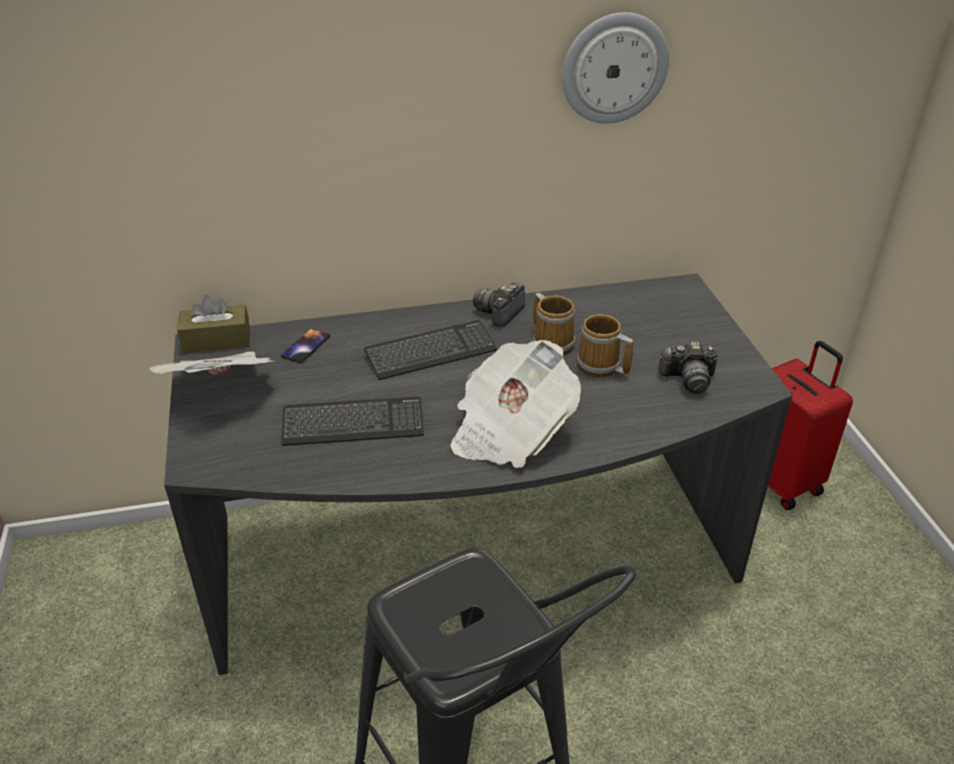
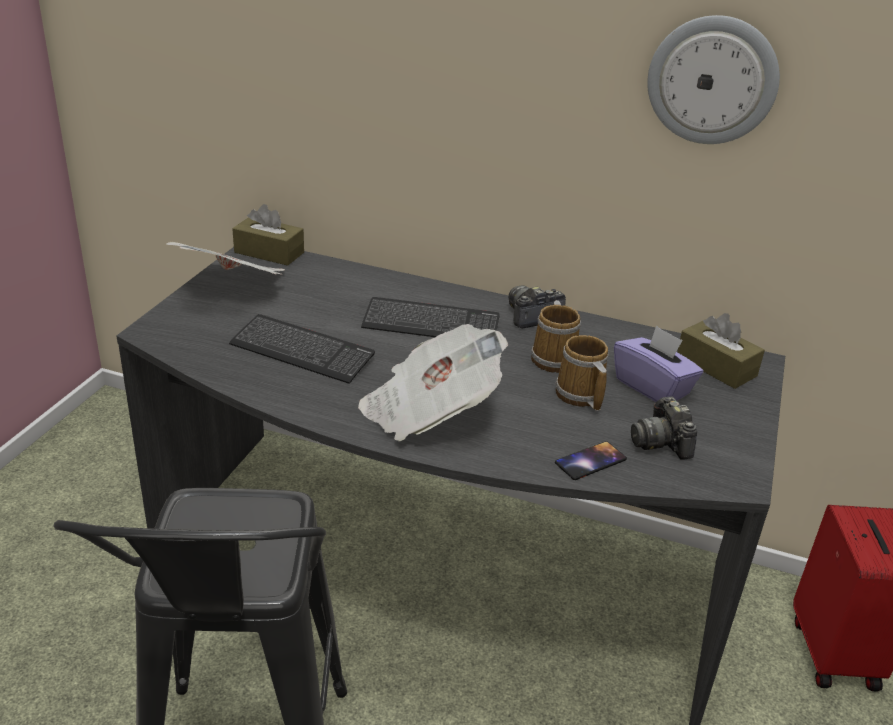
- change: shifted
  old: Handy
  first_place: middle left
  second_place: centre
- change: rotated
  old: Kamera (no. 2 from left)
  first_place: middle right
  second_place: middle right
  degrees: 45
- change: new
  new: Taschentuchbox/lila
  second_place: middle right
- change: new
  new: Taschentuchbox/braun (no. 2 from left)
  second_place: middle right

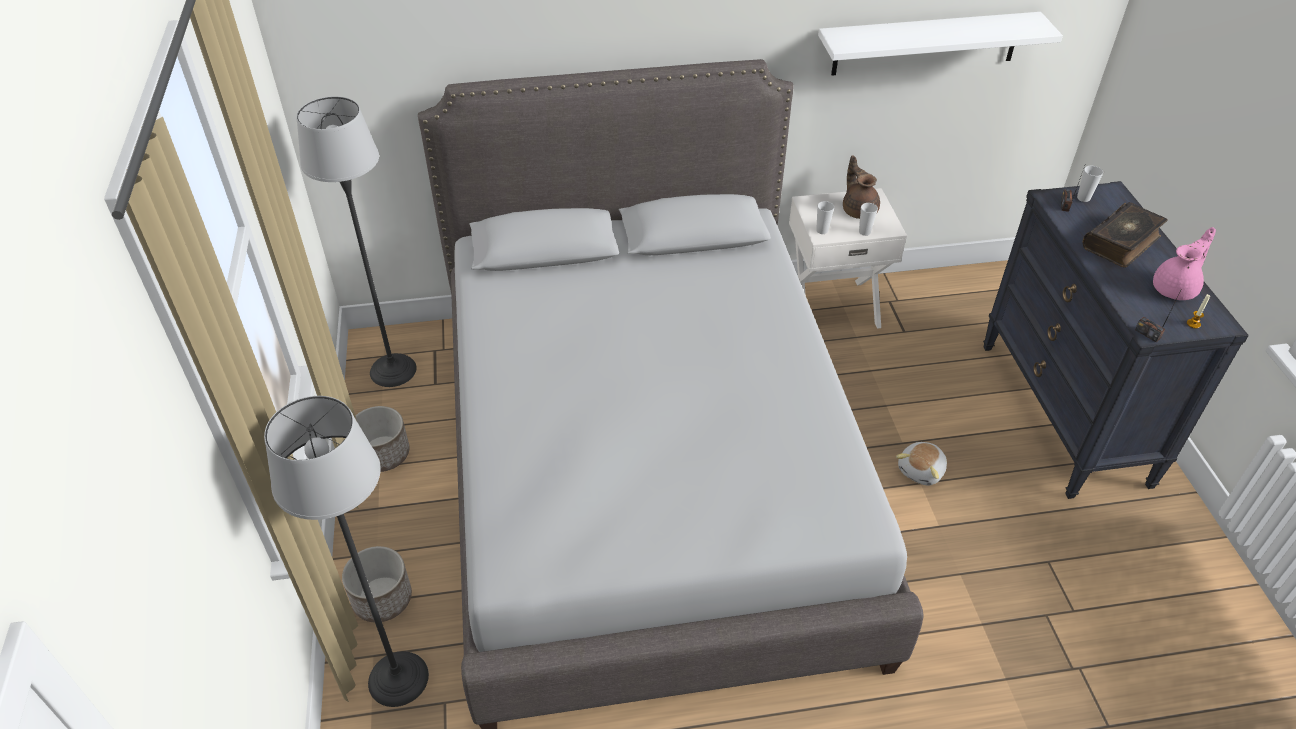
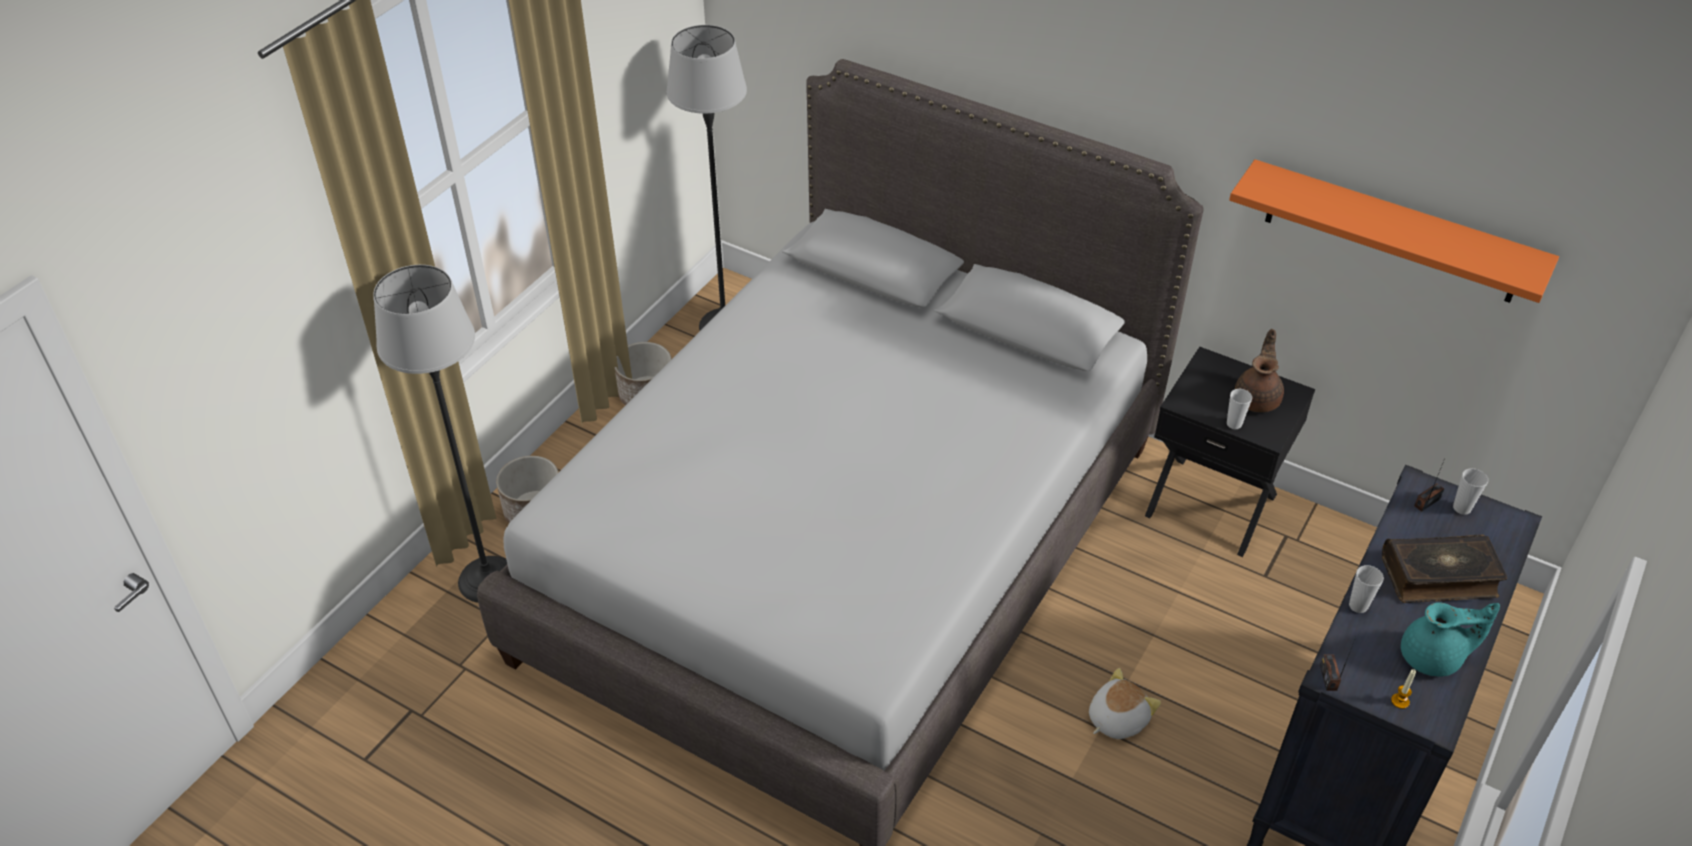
- change: repainted
  old: Nachttisch/weiß
  new: Nachttisch/schwarz
  first_place: centre
  second_place: middle right
- change: shifted
  old: Tasse (no. 1 from left in the first image)
  new: Tasse (no. 2 from left)
  first_place: top centre
  second_place: bottom right
- change: repainted
  old: Wandregal/weiß
  new: Wandregal/orange
  first_place: top right
  second_place: top right
- change: rotated
  old: Plüschtier
  first_place: middle right
  second_place: bottom centre
  degrees: 150
- change: repainted
  old: Teekanne/rosa
  new: Teekanne/türkis
  first_place: middle right
  second_place: bottom right

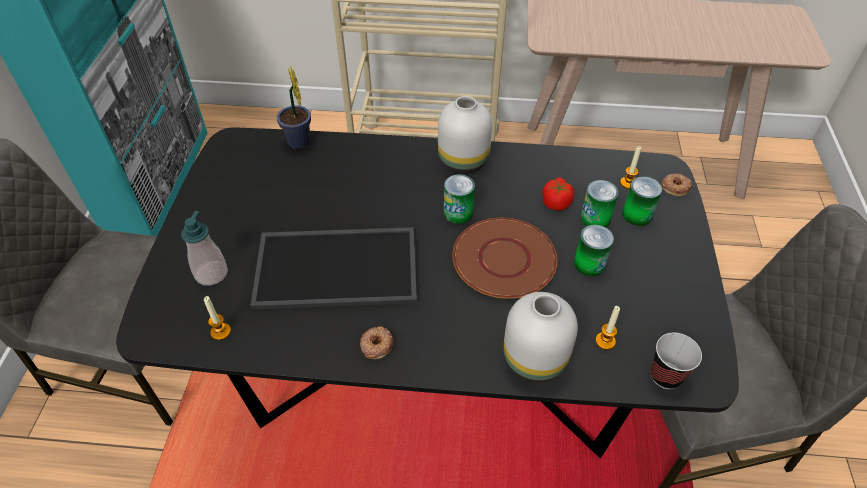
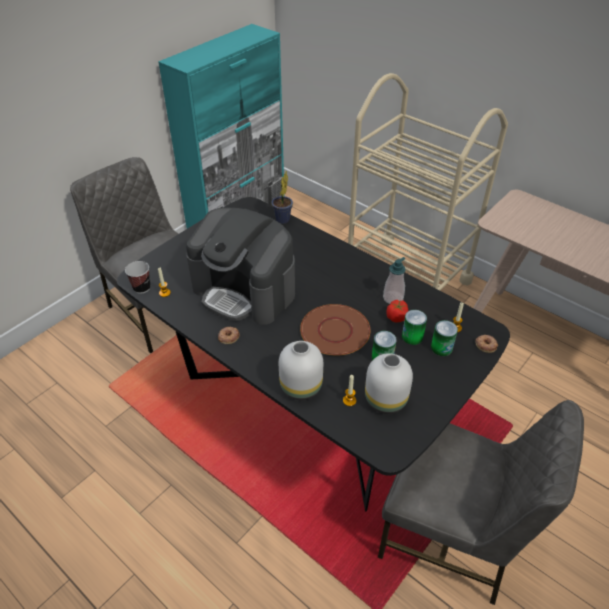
- change: shifted
  old: Seifenspender
  first_place: middle left
  second_place: centre
- change: swapped
  old: Tablett
  new: Kaffeemaschine
  first_place: centre
  second_place: centre
- change: shifted
  old: Vase/weiß (no. 1 from left in the first image)
  new: Vase/weiß (no. 2 from left)
  first_place: top centre
  second_place: centre
- change: gone
  old: Dose (no. 1 from left)
  first_place: centre
- change: shifted
  old: Tasse
  first_place: bottom right
  second_place: middle left

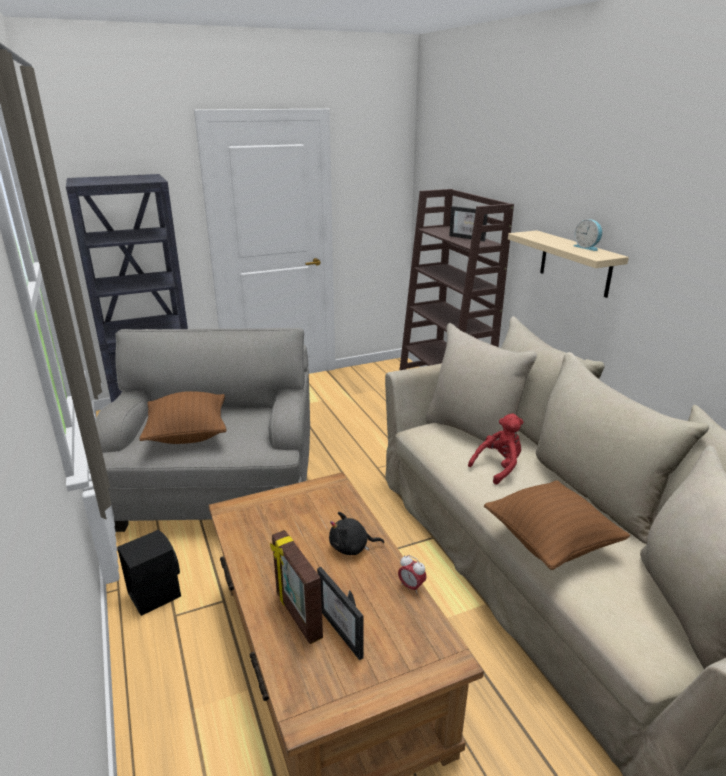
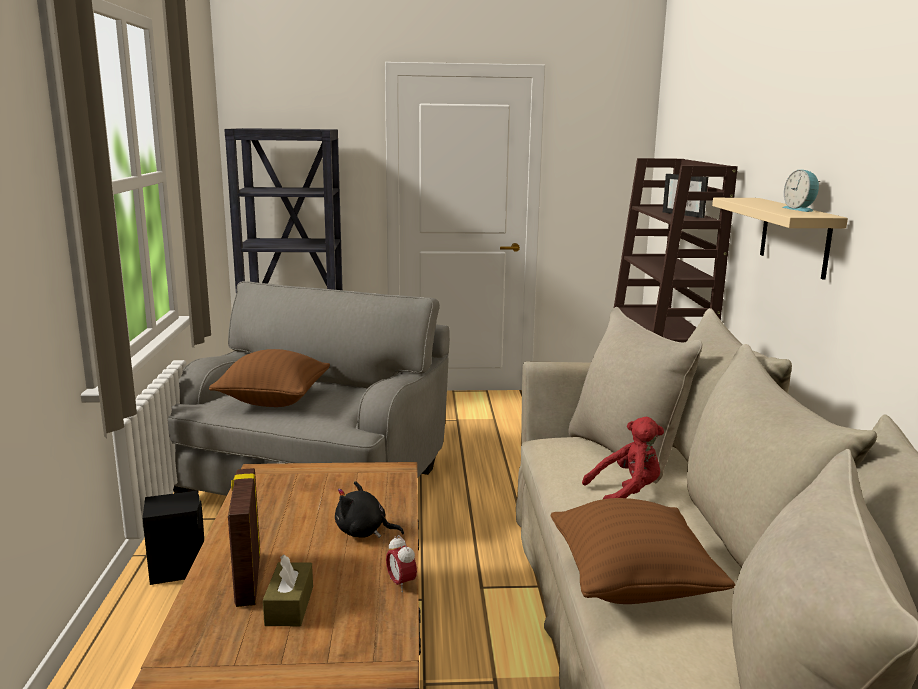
- change: swapped
  old: Bilderrahmen (no. 2 from left)
  new: Taschentuchbox/braun
  first_place: bottom centre
  second_place: bottom left

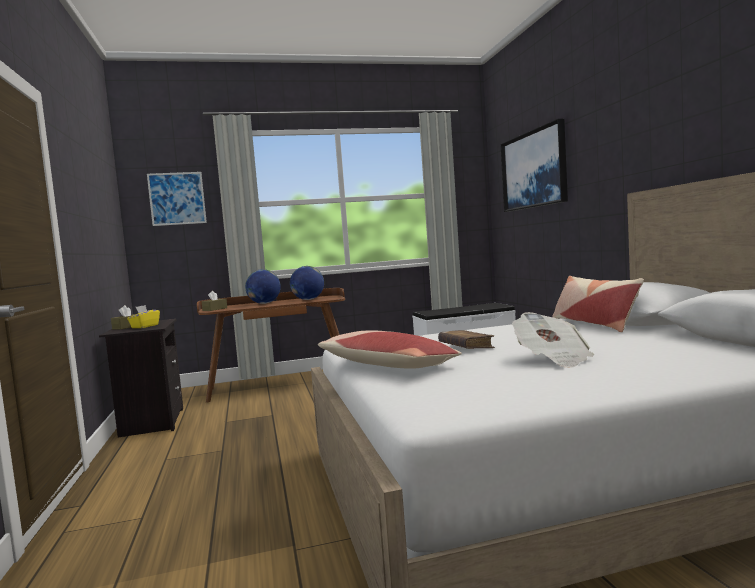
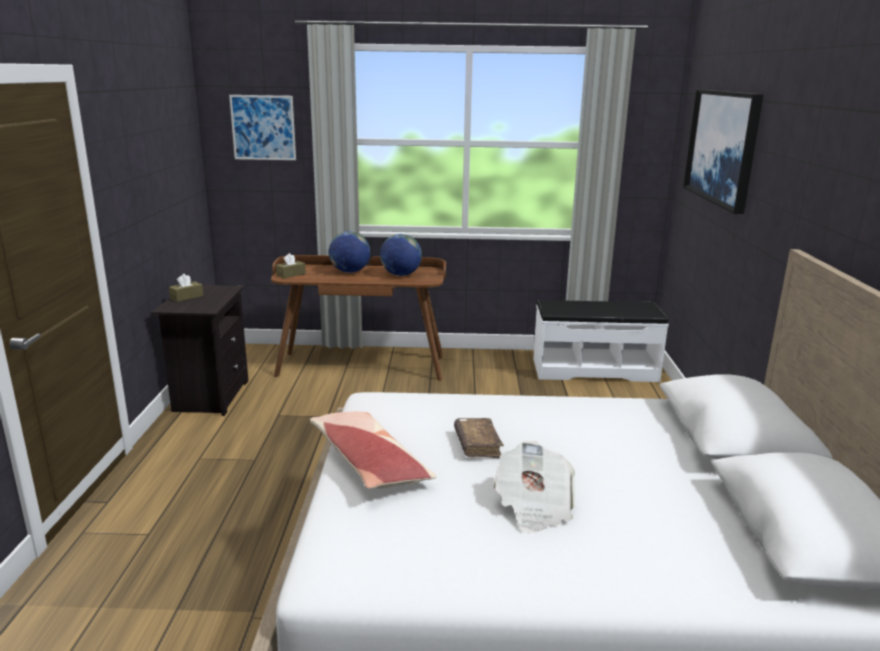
- change: gone
  old: Taschentuchbox/gelb
  first_place: middle left
- change: gone
  old: Kissen (no. 2 from left)
  first_place: middle right

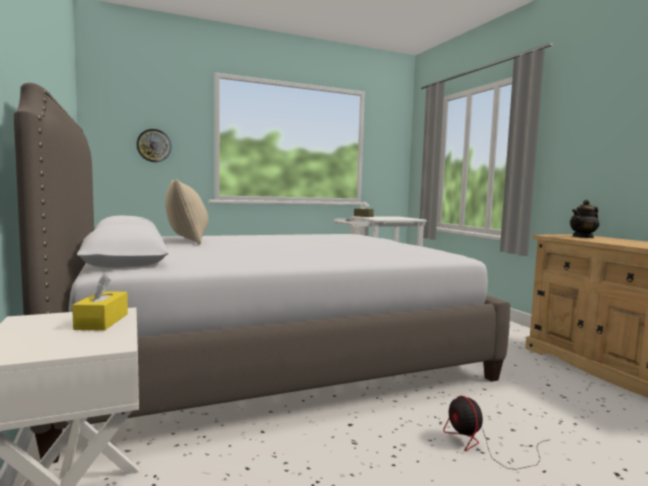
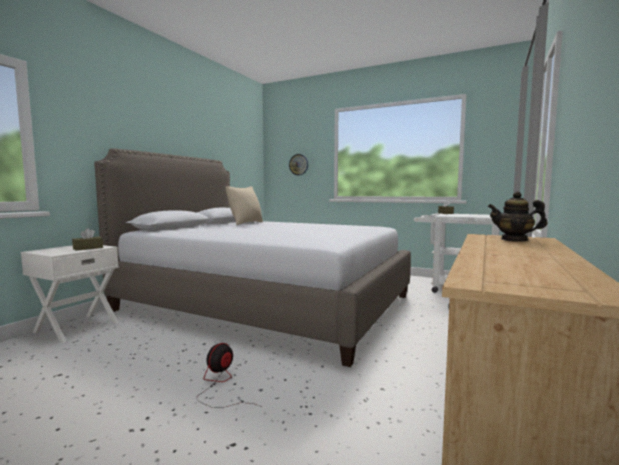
- change: repainted
  old: Taschentuchbox/gelb
  new: Taschentuchbox/braun (no. 1 from left)
  first_place: middle left
  second_place: middle left

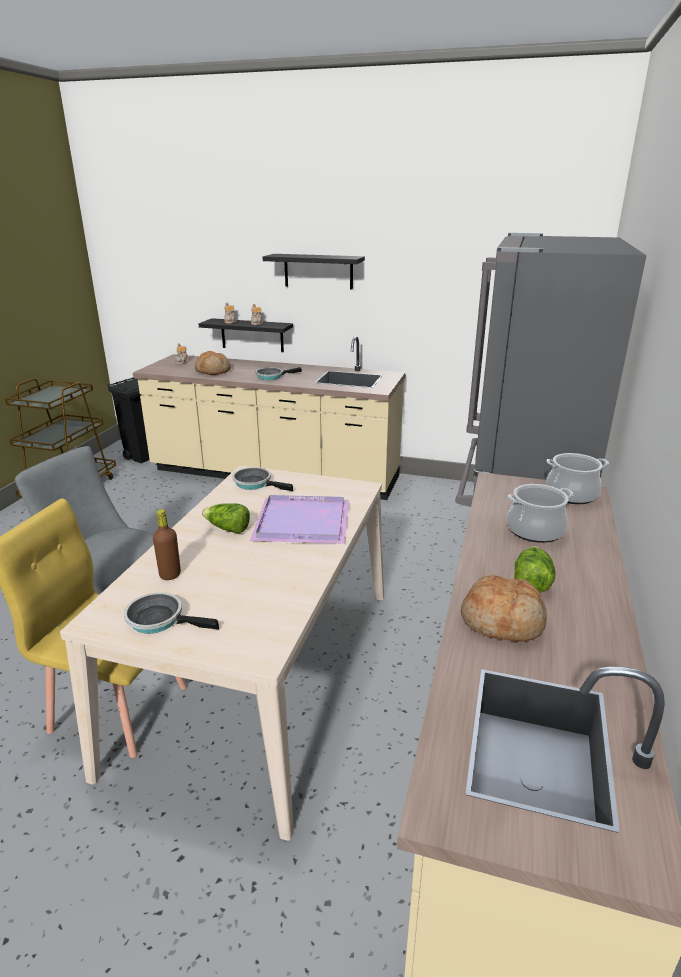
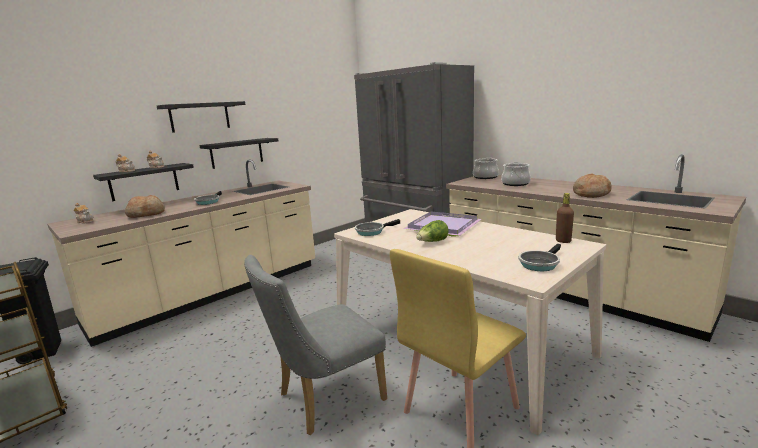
- change: shifted
  old: Flasche/braun
  first_place: middle left
  second_place: middle right
- change: gone
  old: Salatkopf (no. 2 from left)
  first_place: middle right
- change: new
  new: Wandregal/schwarz (no. 3 from left)
  second_place: middle left

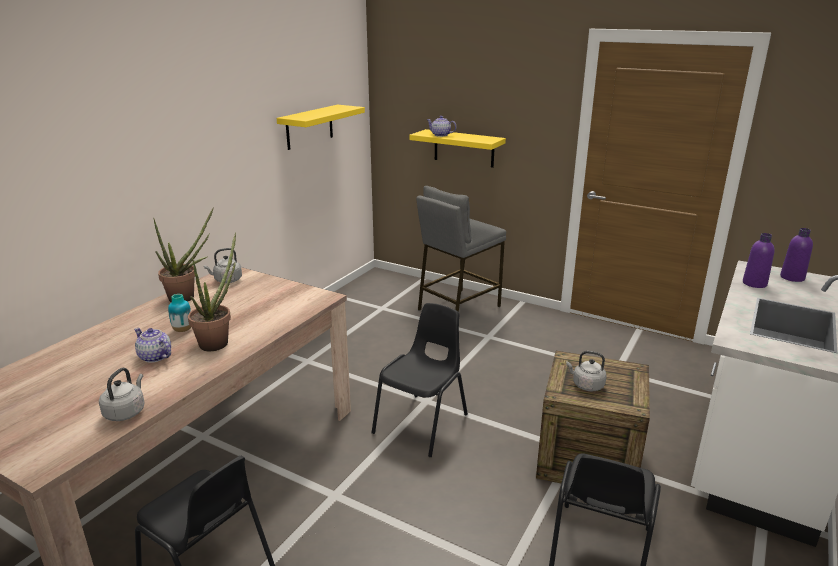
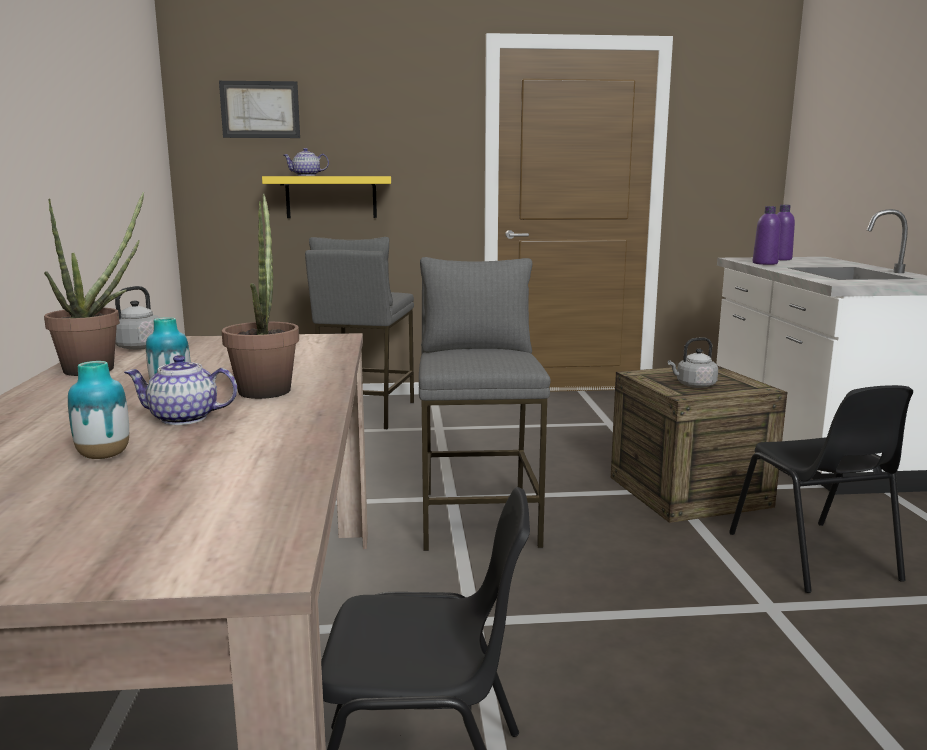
- change: gone
  old: Wasserkessel/grau (no. 1 from left)
  first_place: bottom left
- change: gone
  old: Wandregal/gelb (no. 1 from left)
  first_place: top centre
- change: swapped
  old: Stuhl/schwarz (no. 2 from left)
  new: Hocker/grau (no. 2 from left)
  first_place: bottom centre
  second_place: centre
- change: new
  new: Vase (no. 1 from left)
  second_place: middle left
- change: new
  new: Bild
  second_place: top left

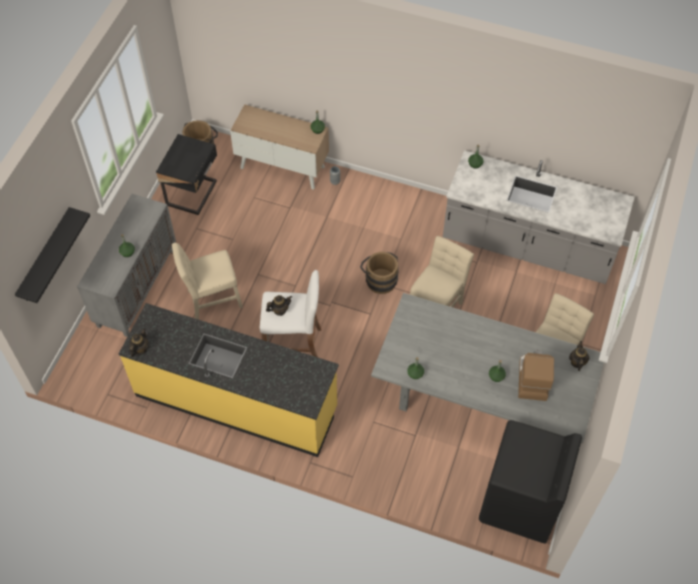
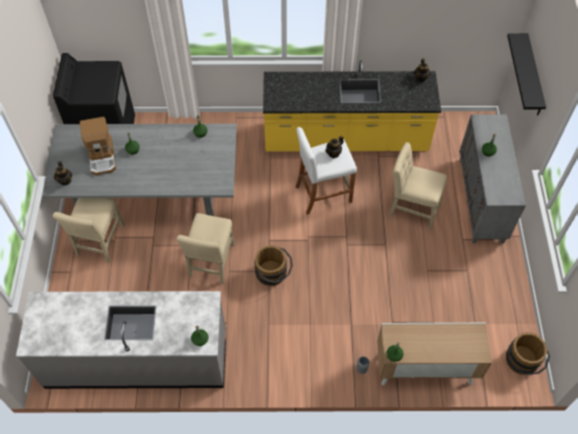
- change: gone
  old: Nachttisch/schwarz
  first_place: top left
- change: rotated
  old: Stuhl/beige (no. 1 from left in the first image)
  first_place: middle left
  second_place: middle right
  degrees: -120

